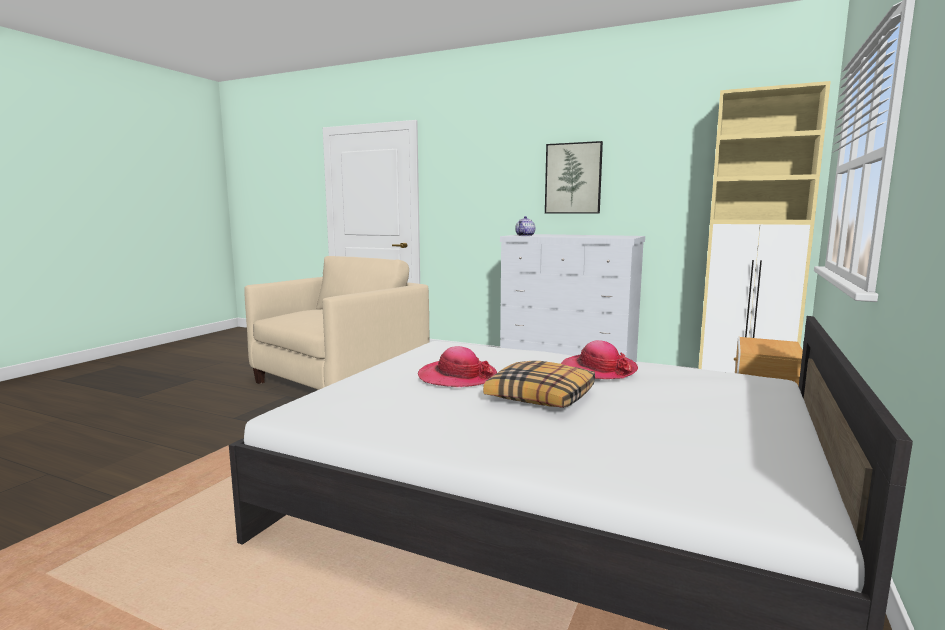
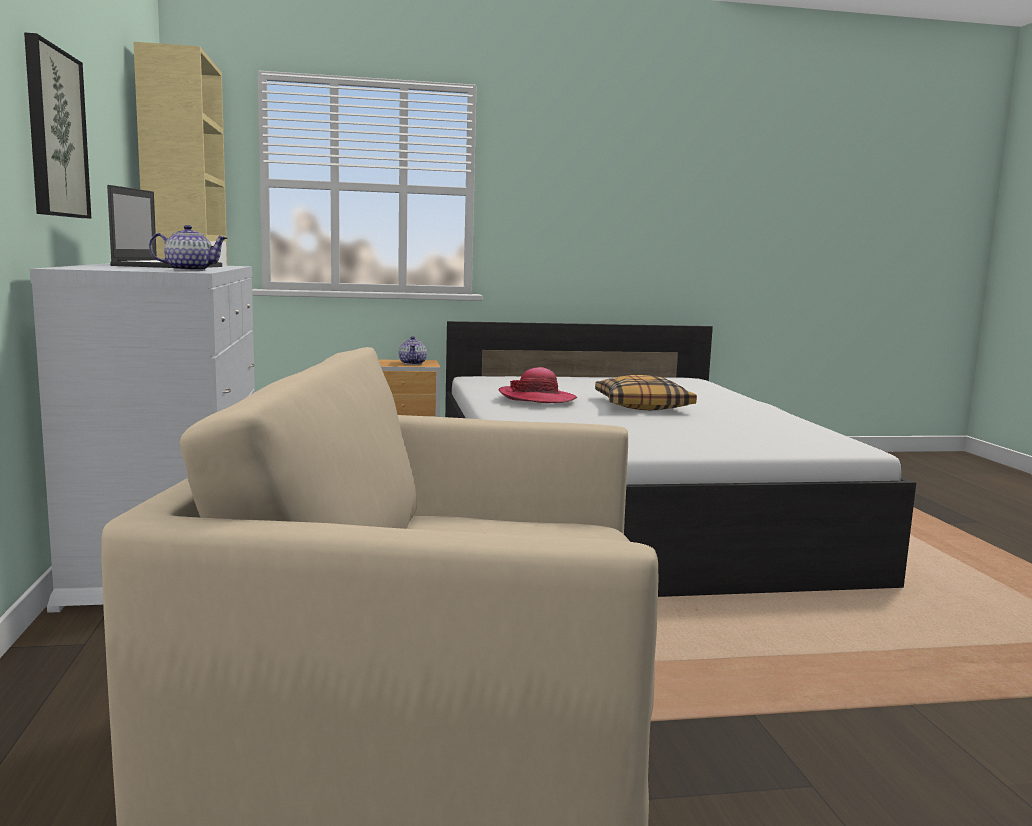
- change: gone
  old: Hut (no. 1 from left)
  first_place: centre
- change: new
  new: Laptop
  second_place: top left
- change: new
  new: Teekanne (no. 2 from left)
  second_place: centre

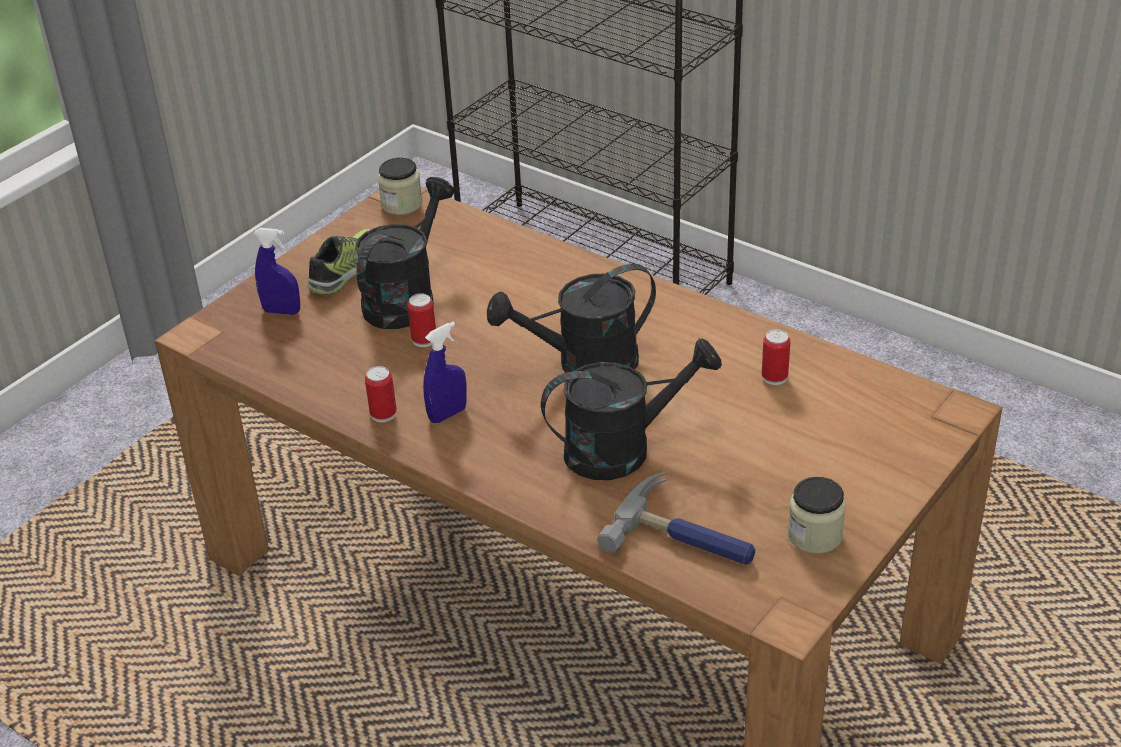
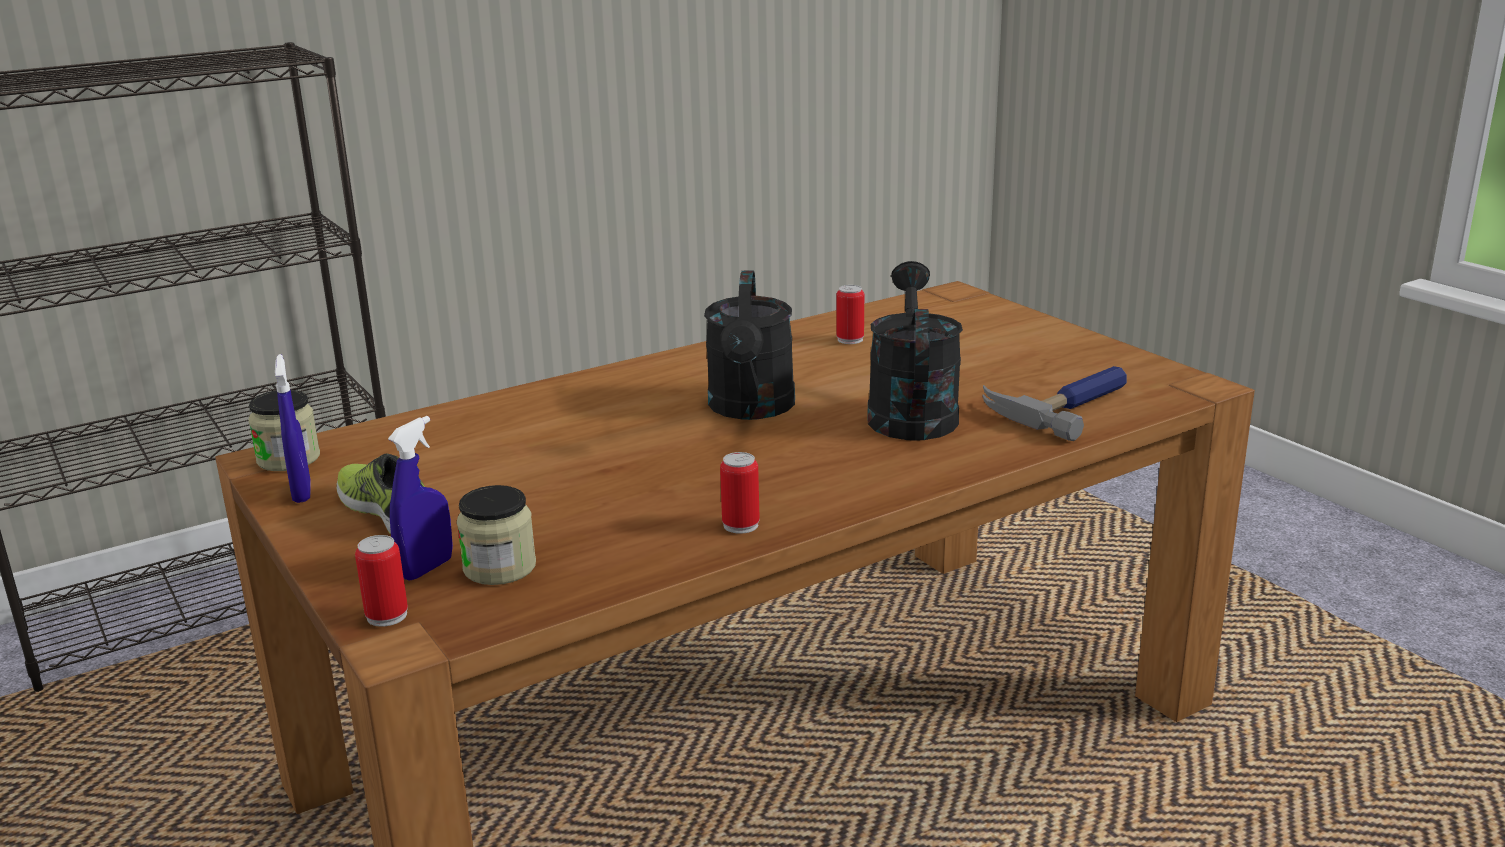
- change: gone
  old: Gießkanne/schwarz (no. 1 from left)
  first_place: centre
- change: shifted
  old: Dose (no. 2 from left in the first image)
  new: Dose (no. 1 from left)
  first_place: centre
  second_place: bottom left
- change: shifted
  old: Sprühflasche/blau (no. 2 from left in the first image)
  new: Sprühflasche/blau (no. 1 from left)
  first_place: centre
  second_place: middle left
- change: shifted
  old: Vorratsglas (no. 2 from left)
  first_place: bottom right
  second_place: middle left

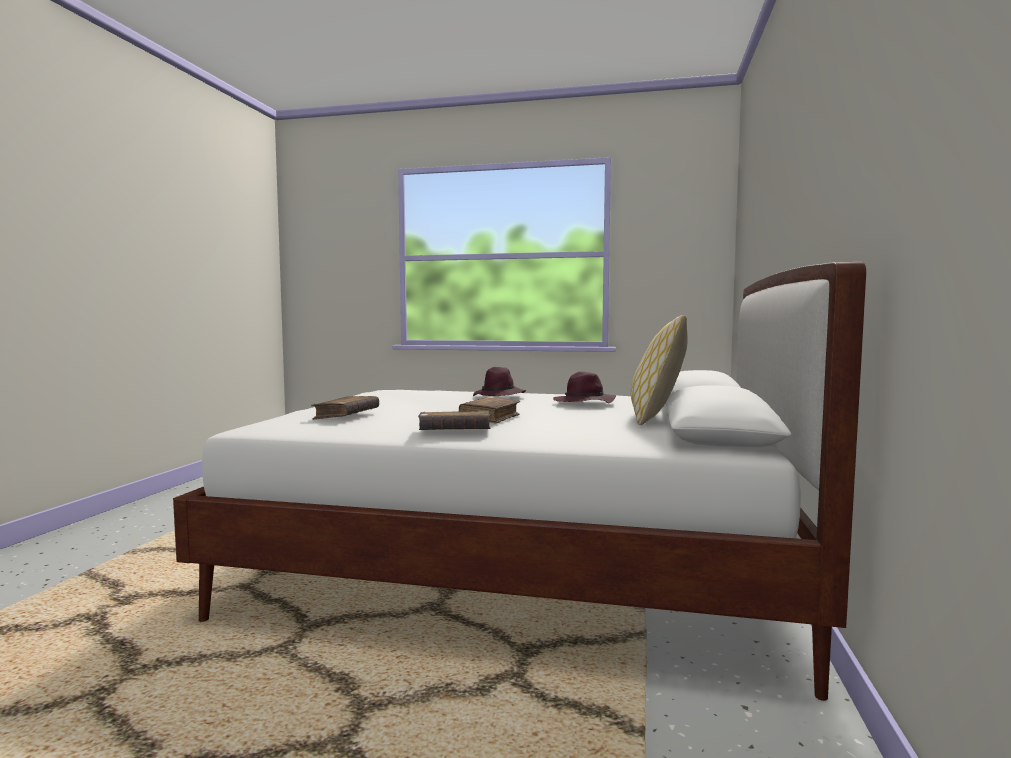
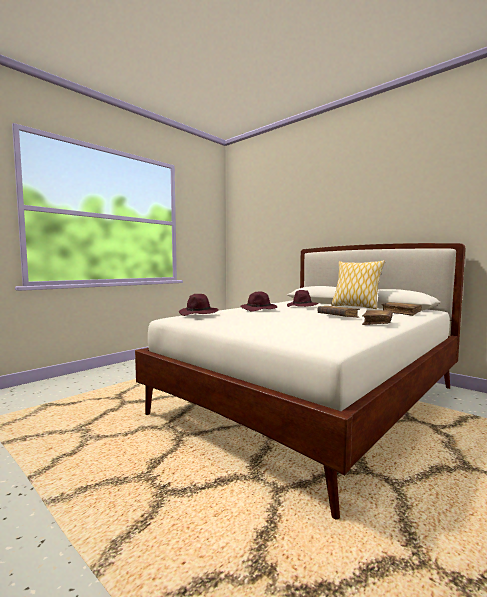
- change: shifted
  old: Buch/braun (no. 1 from left in the first image)
  new: Buch/braun (no. 3 from left)
  first_place: centre
  second_place: middle right
- change: new
  new: Hut/lila (no. 1 from left)
  second_place: centre

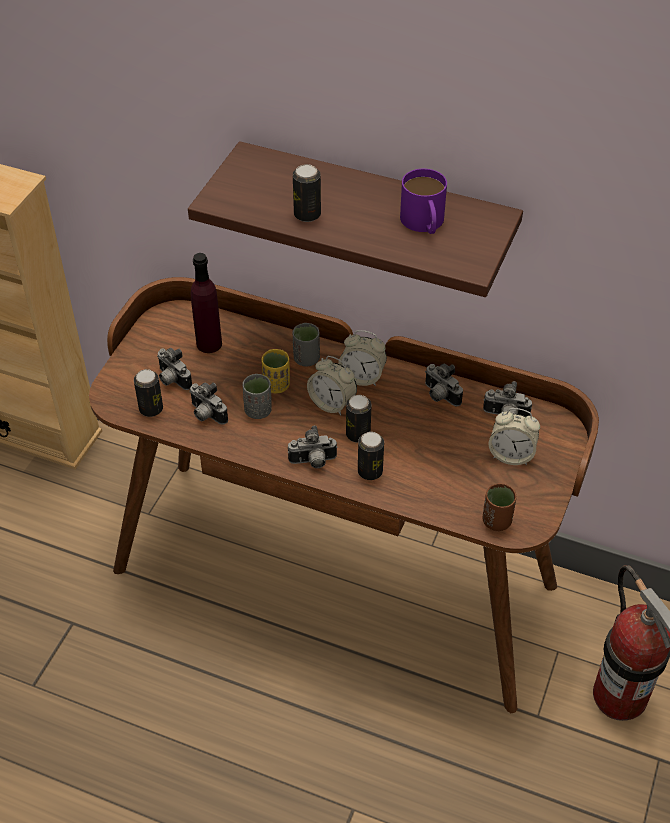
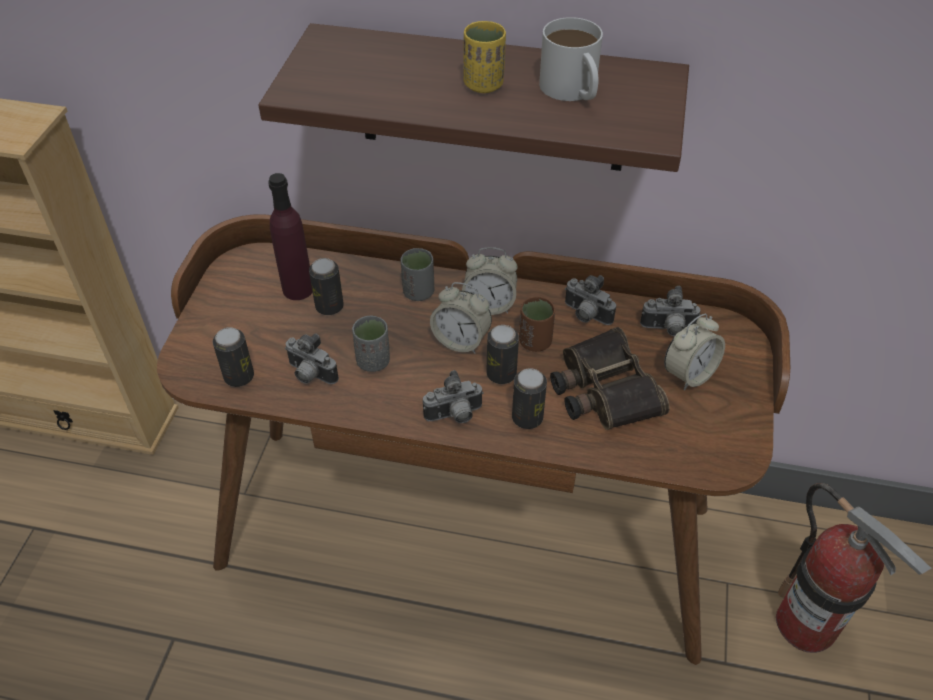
- change: gone
  old: Kamera (no. 1 from left)
  first_place: middle left
- change: shifted
  old: Tasse/gelb
  first_place: centre
  second_place: top centre
- change: shifted
  old: Dose (no. 2 from left)
  first_place: top centre
  second_place: centre
- change: repainted
  old: Henkelbecher/lila
  new: Henkelbecher/weiß
  first_place: top centre
  second_place: top centre
- change: shifted
  old: Tasse/braun
  first_place: middle right
  second_place: centre
- change: rotated
  old: Wecker (no. 3 from left)
  first_place: middle right
  second_place: middle right
  degrees: -45
- change: new
  new: Fernglas
  second_place: centre

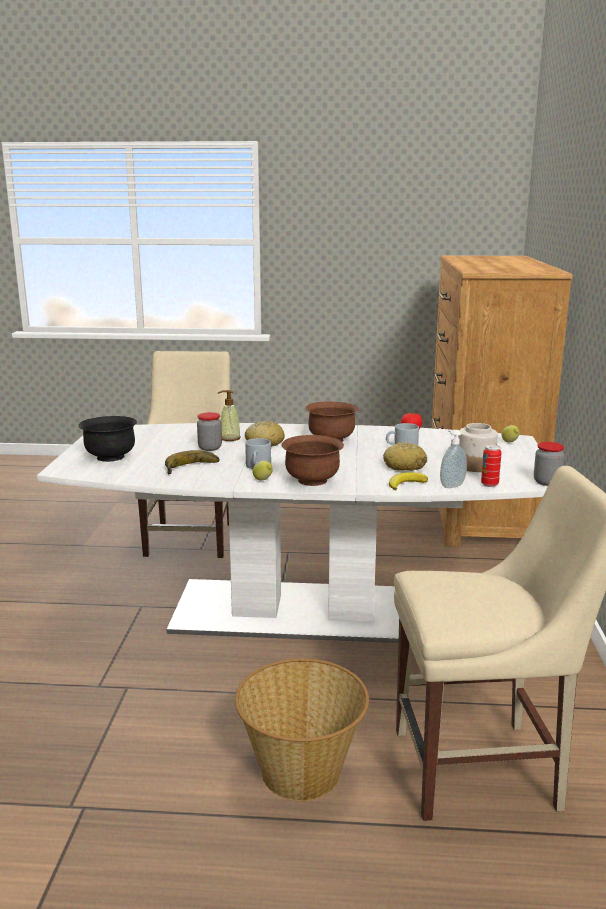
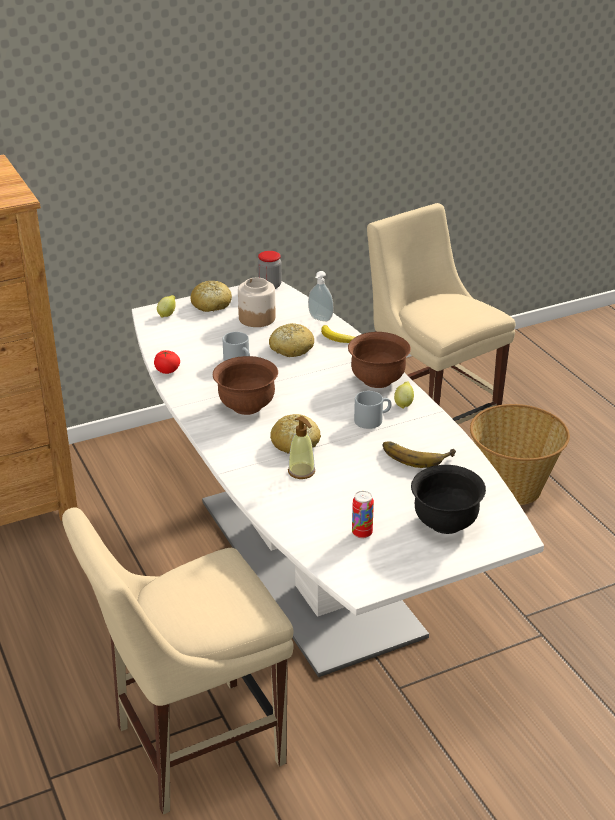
- change: gone
  old: Vorratsglas (no. 1 from left)
  first_place: centre
- change: shifted
  old: Dose
  first_place: middle right
  second_place: centre
- change: new
  new: Brot (no. 1 from left)
  second_place: centre

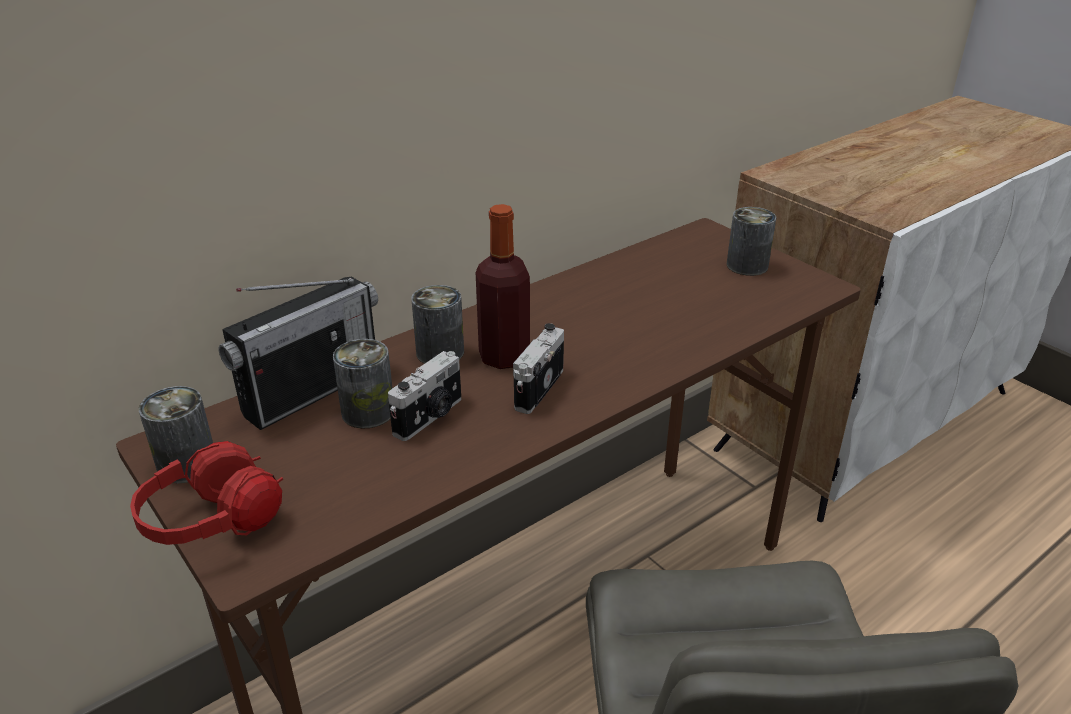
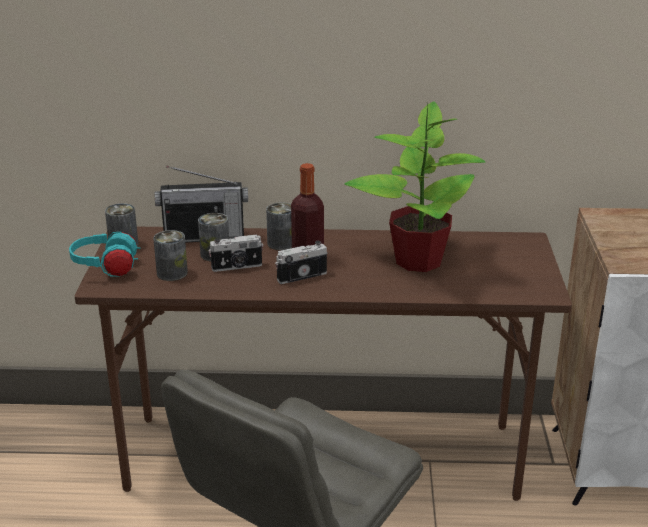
- change: repainted
  old: Kopfhörer/rot
  new: Kopfhörer/türkis
  first_place: bottom left
  second_place: middle left
- change: shifted
  old: Dose (no. 4 from left in the first image)
  new: Dose (no. 2 from left)
  first_place: middle right
  second_place: middle left
- change: new
  new: Topfpflanze
  second_place: centre

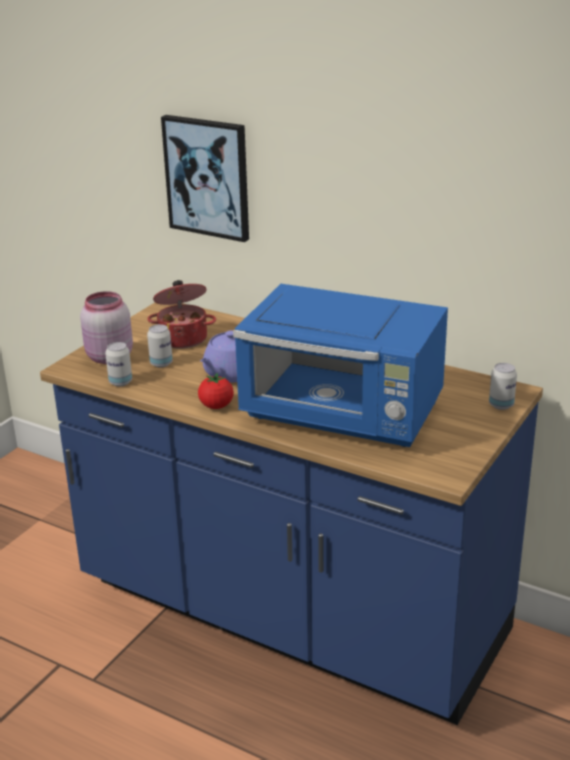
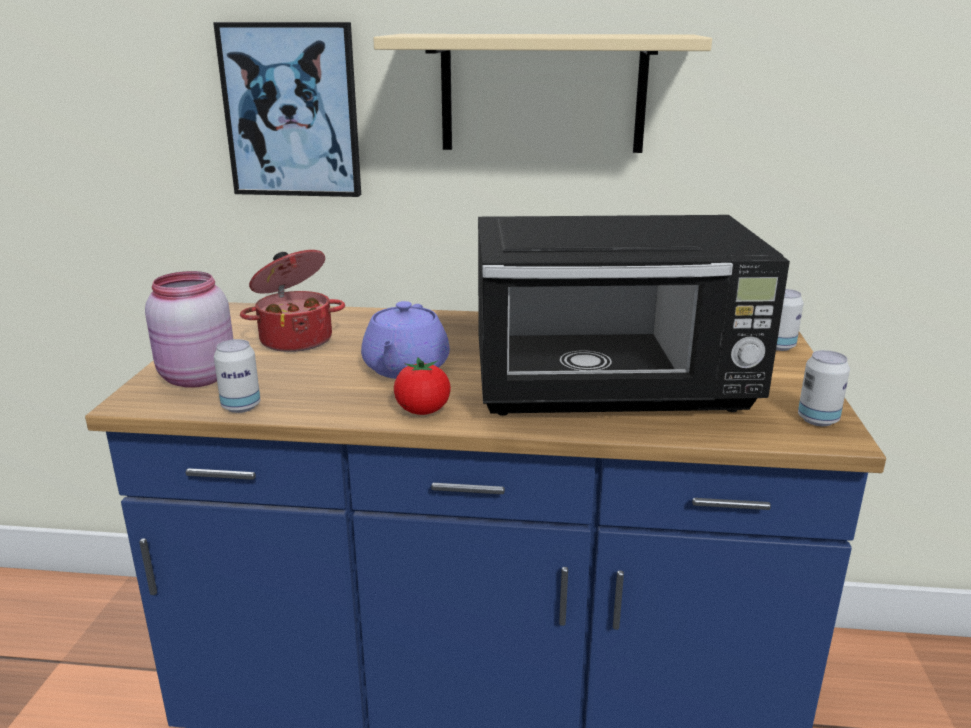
- change: shifted
  old: Dose (no. 2 from left in the first image)
  new: Dose (no. 3 from left)
  first_place: middle left
  second_place: middle right
- change: repainted
  old: Mikrowelle/blau
  new: Mikrowelle/schwarz
  first_place: centre
  second_place: centre
- change: new
  new: Wandregal/beige
  second_place: top centre

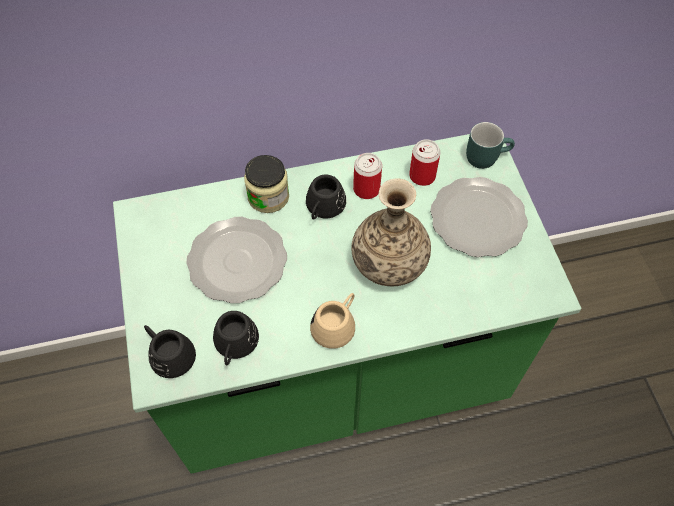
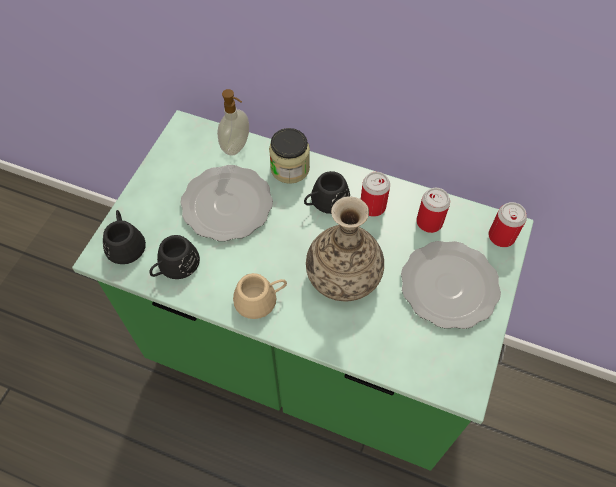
- change: swapped
  old: Henkelbecher/türkis
  new: Dose (no. 3 from left)
  first_place: top right
  second_place: middle right
- change: new
  new: Seifenspender
  second_place: top centre

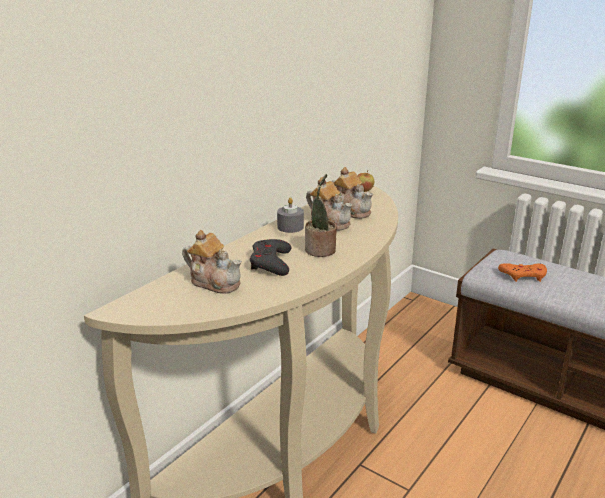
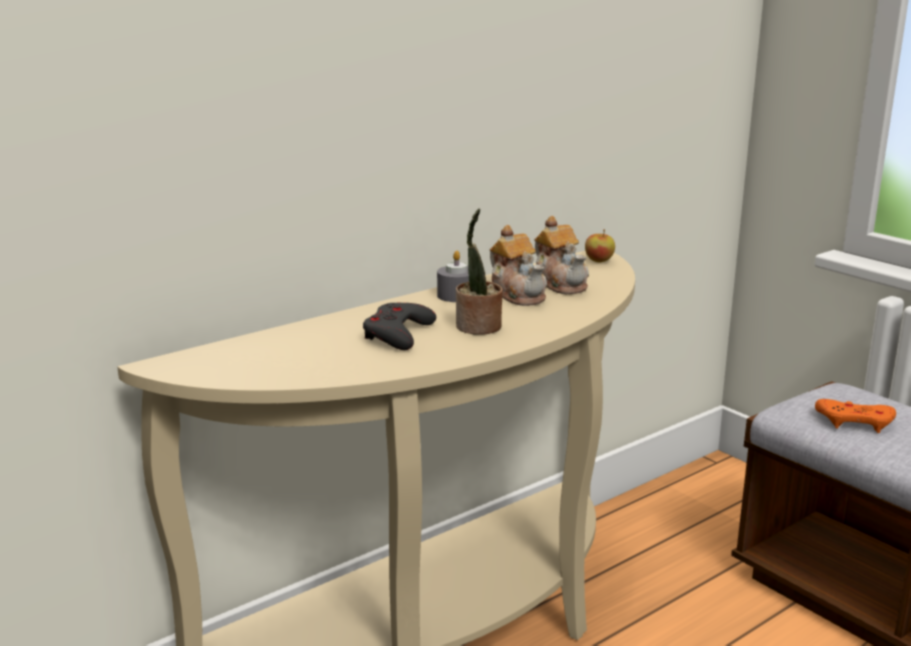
- change: gone
  old: Teekanne (no. 1 from left)
  first_place: centre

